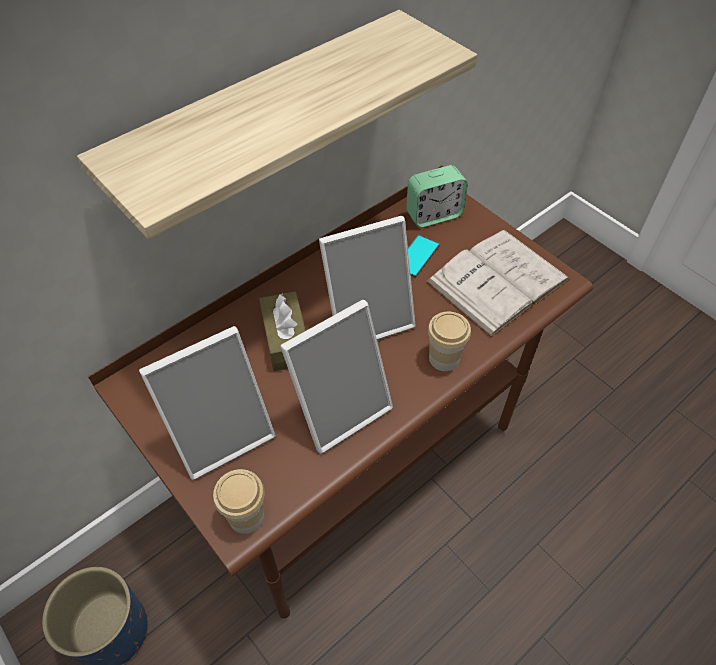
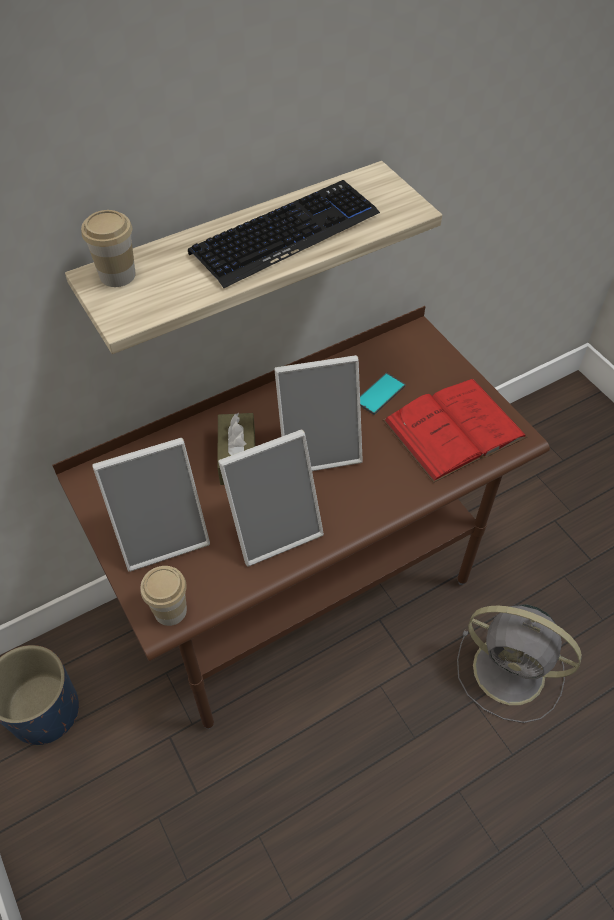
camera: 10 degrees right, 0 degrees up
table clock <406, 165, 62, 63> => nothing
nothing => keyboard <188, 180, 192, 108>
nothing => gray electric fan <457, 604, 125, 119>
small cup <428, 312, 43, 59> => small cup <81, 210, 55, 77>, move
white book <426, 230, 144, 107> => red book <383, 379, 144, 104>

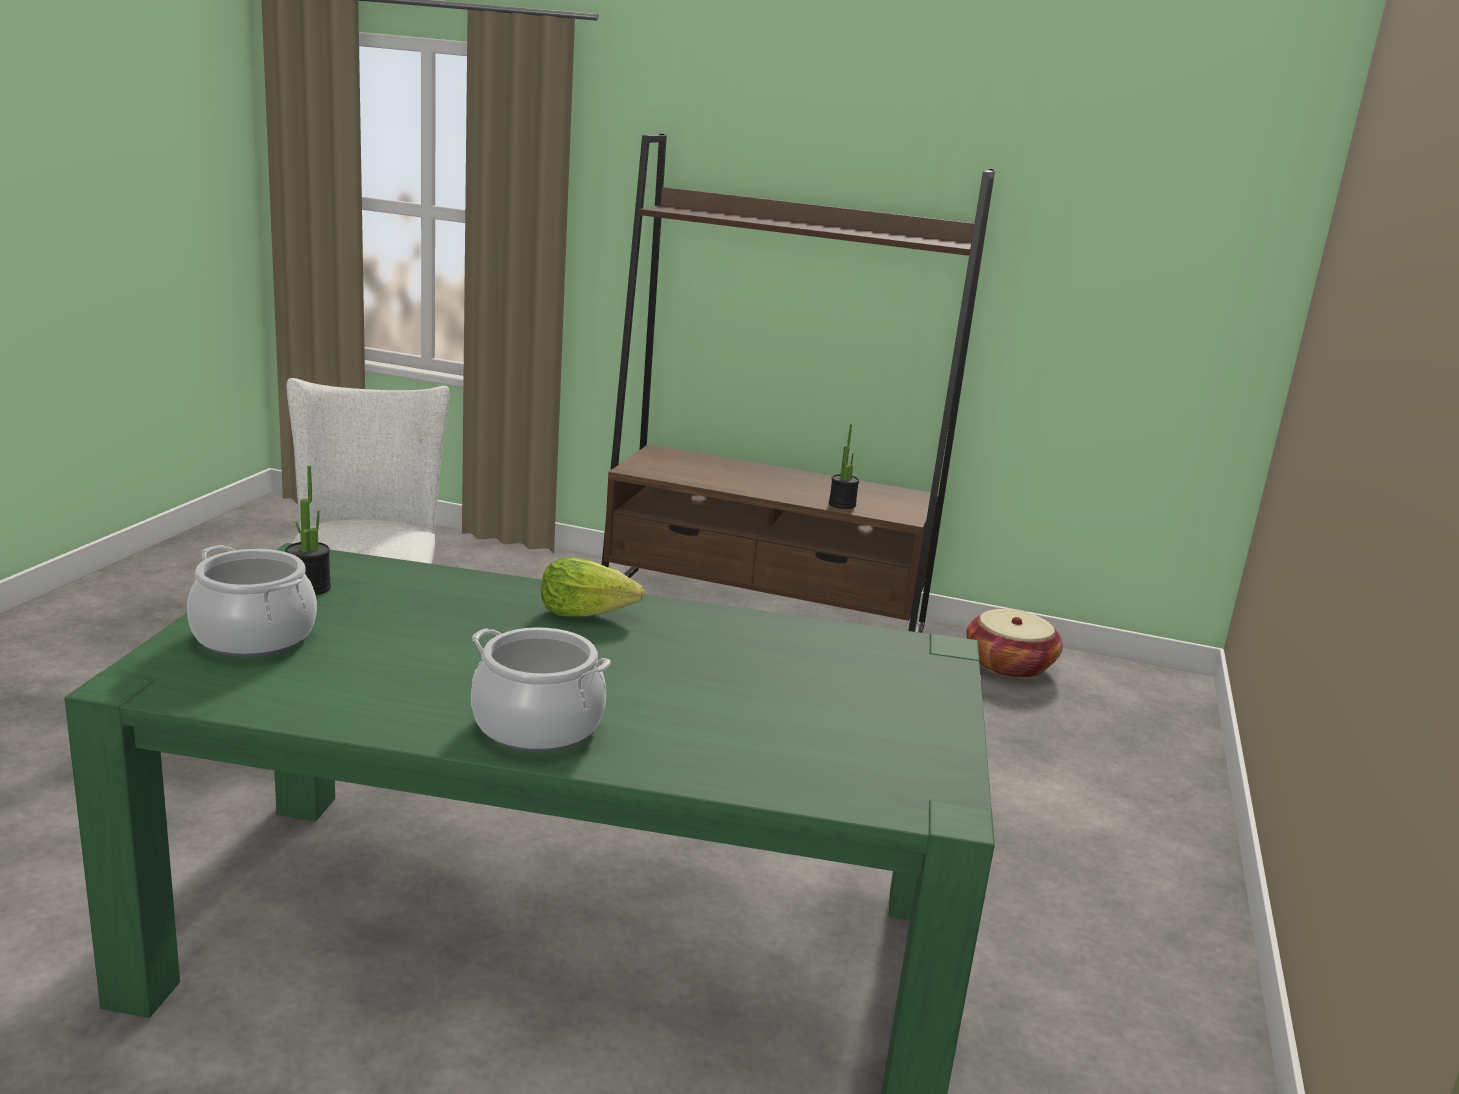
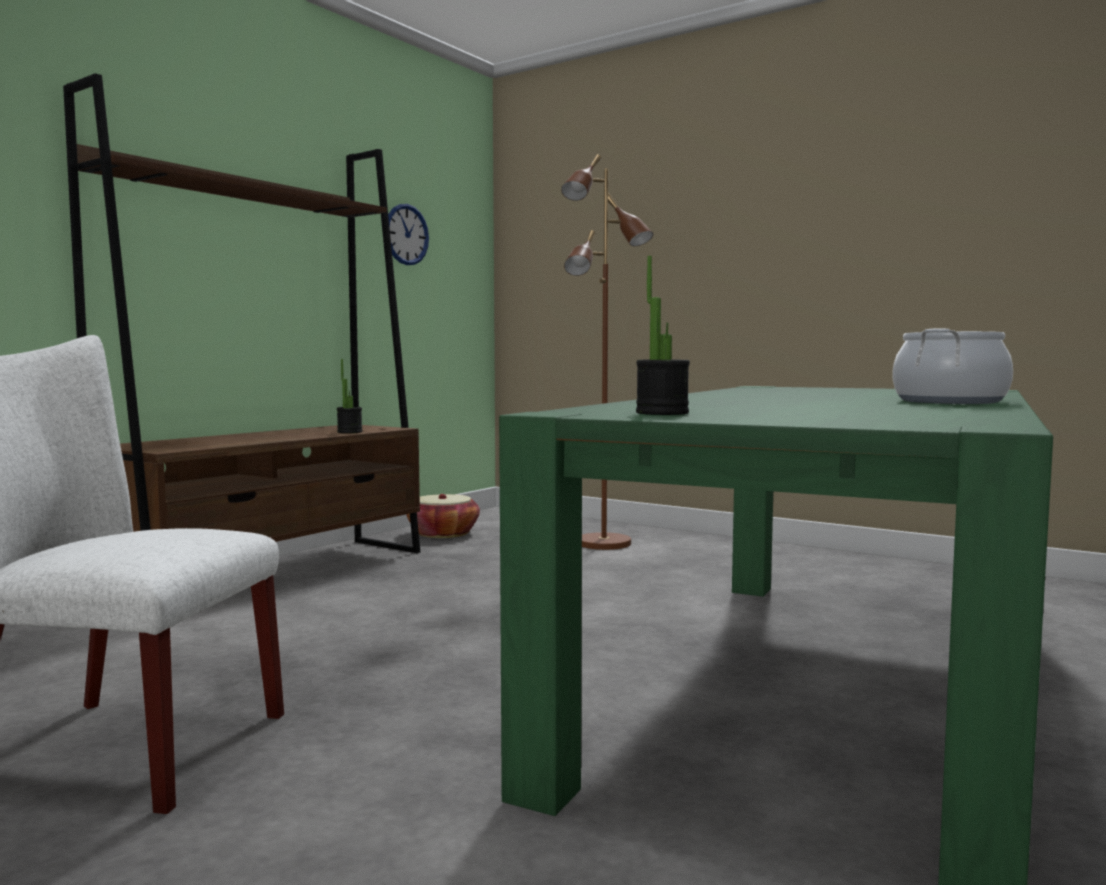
camera: 70 degrees left, 15 degrees down
cooking pot <187, 545, 130, 112> => nothing
lettuce head <541, 557, 103, 60> => nothing
nothing => wall clock <388, 204, 41, 61>
nothing => brown-coloured floor lamp <561, 154, 92, 396>

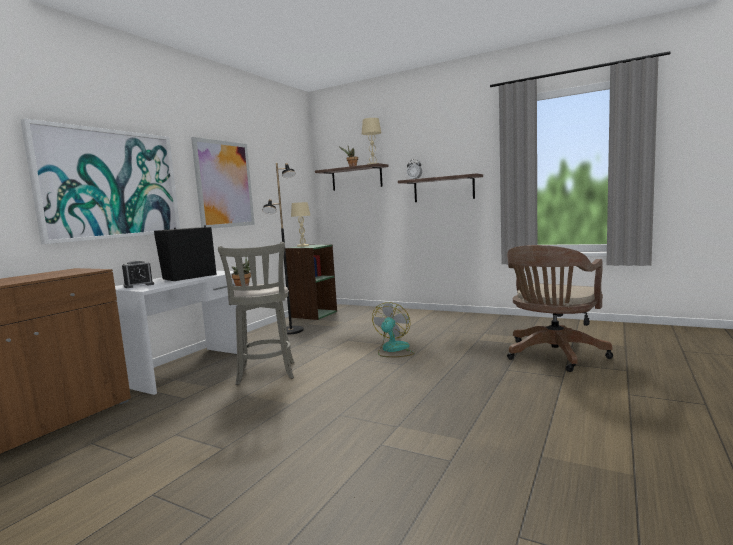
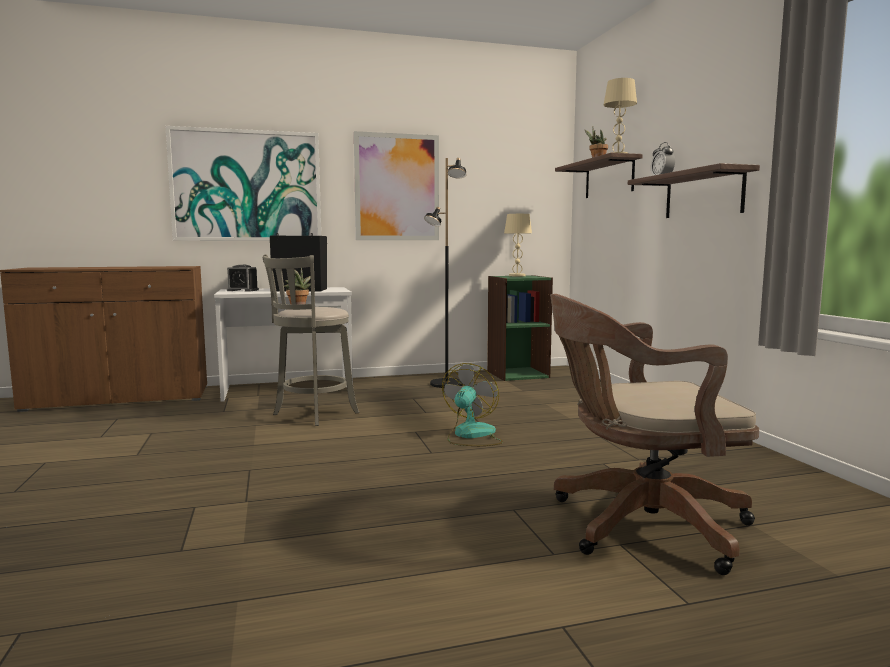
camera: 45 degrees right, 0 degrees up
electric fan <372, 302, 43, 55> => electric fan <442, 363, 61, 83>, 45 degrees counterclockwise

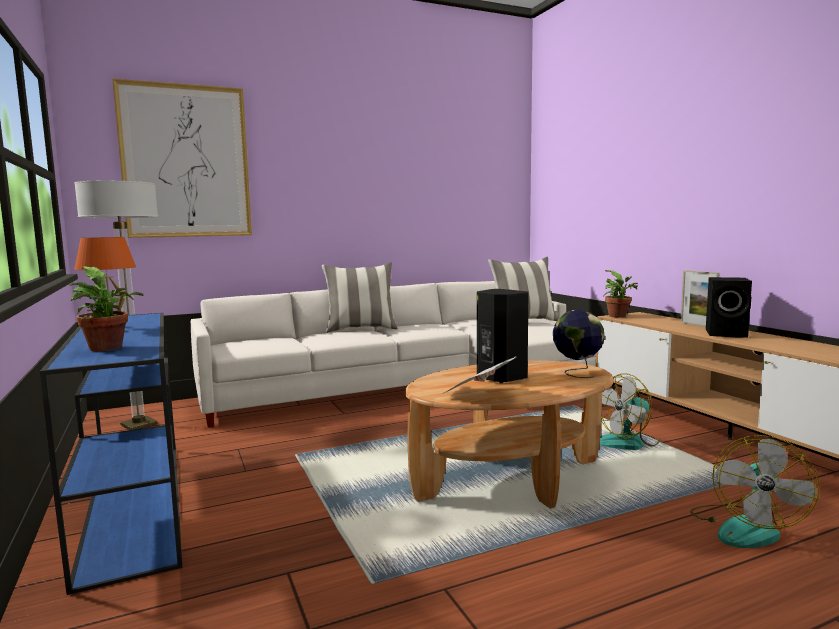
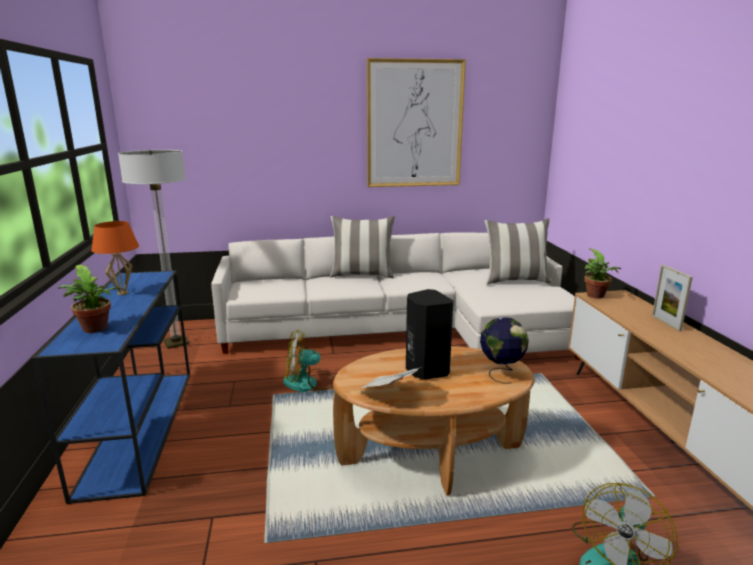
camera: 15 degrees right, 10 degrees up
blackish loudspeaker <706, 277, 46, 61> => nothing
picture <112, 78, 140, 160> => picture <367, 58, 99, 129>, move
electric fan <599, 374, 60, 76> => electric fan <283, 330, 51, 62>, move

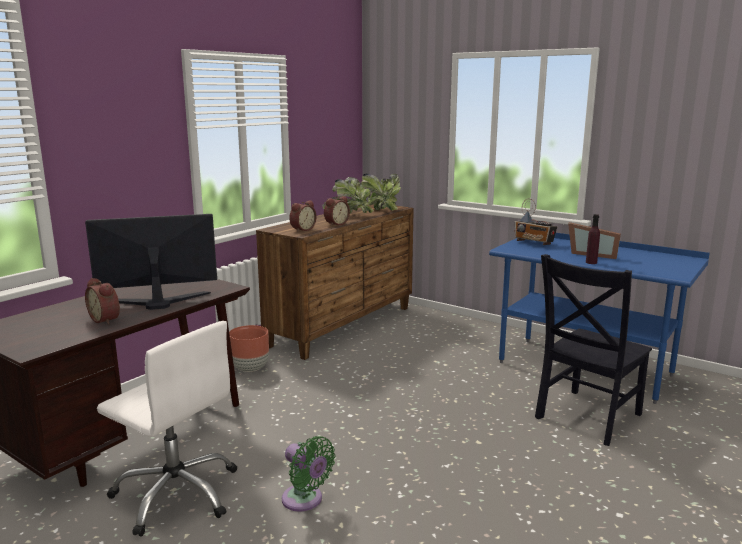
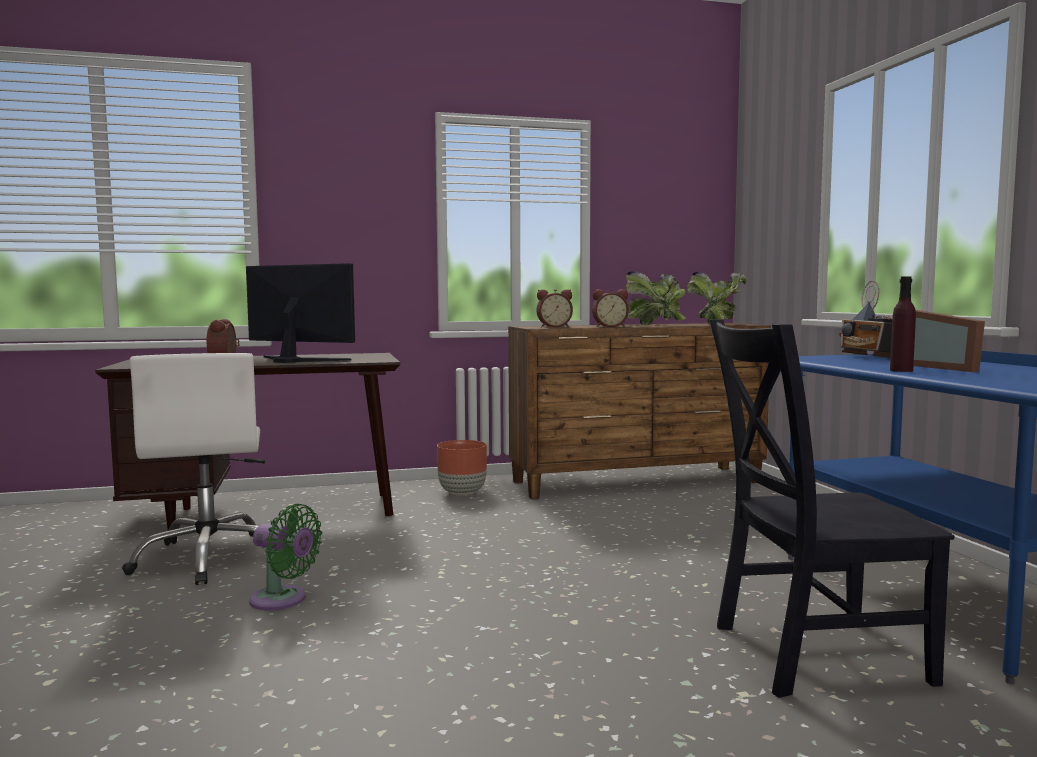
camera: 40 degrees right, 10 degrees down
green electric fan <282, 436, 54, 76> => green electric fan <249, 503, 73, 107>, 60 degrees counterclockwise

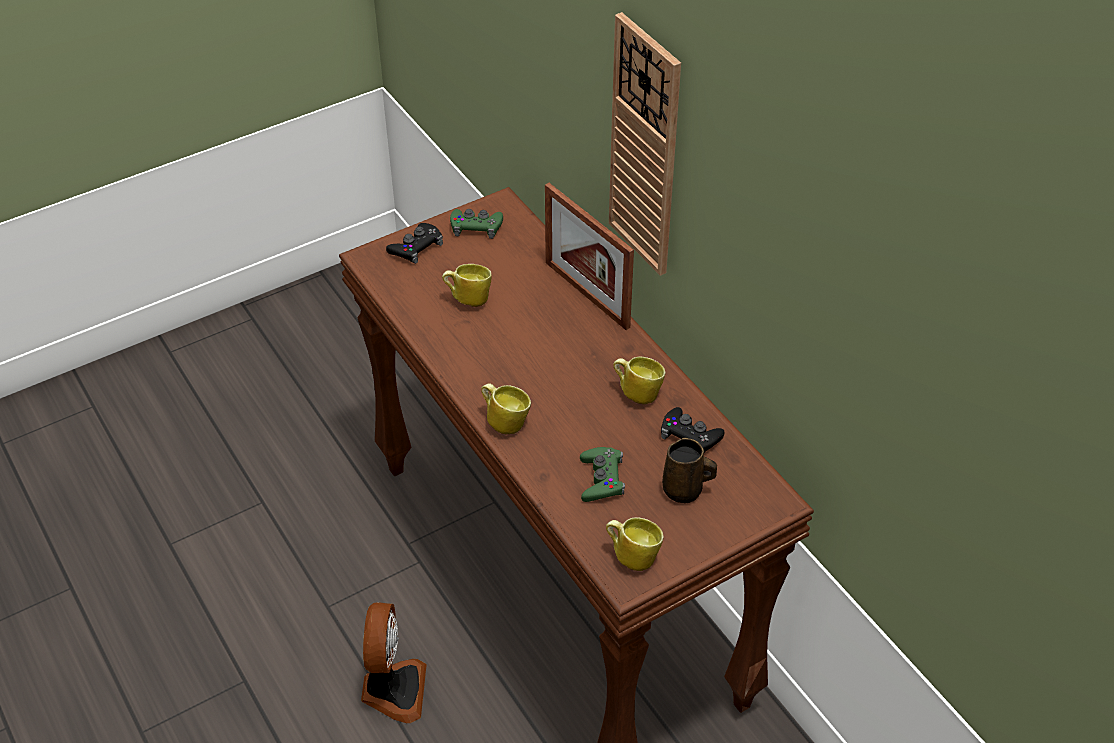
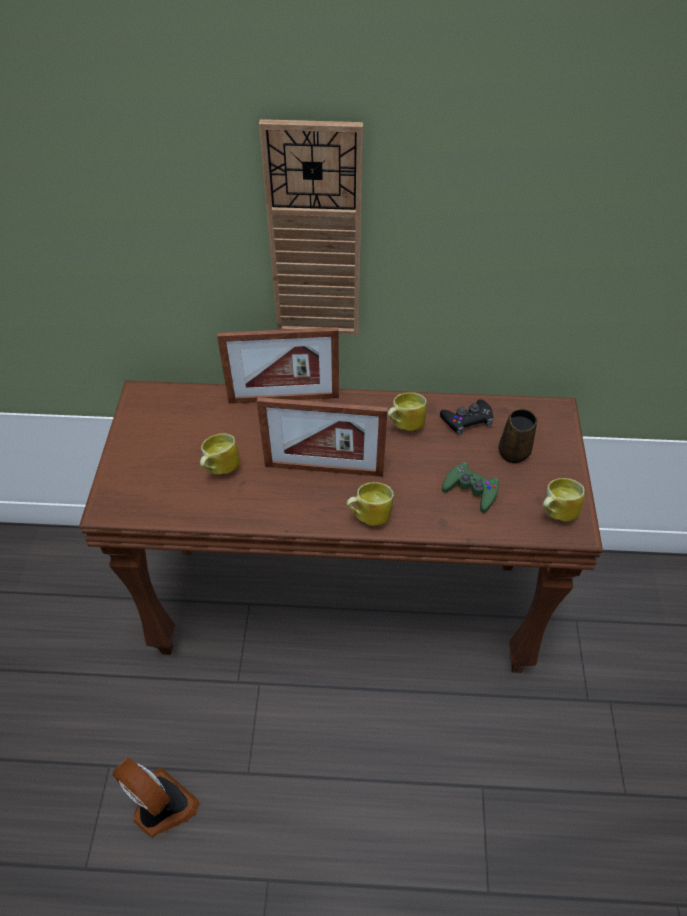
camera: 55 degrees left, 5 degrees up
blackish joypad <386, 223, 57, 41> => nothing
green joypad <450, 209, 53, 30> => nothing
nothing => picture frame <257, 397, 131, 80>
electric fan <361, 602, 66, 121> => electric fan <112, 757, 87, 80>, move

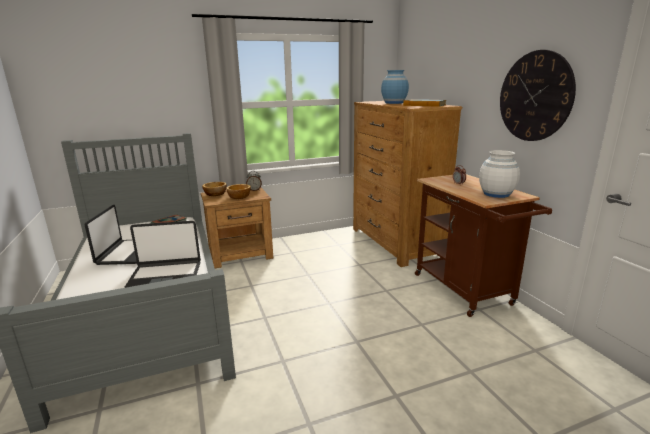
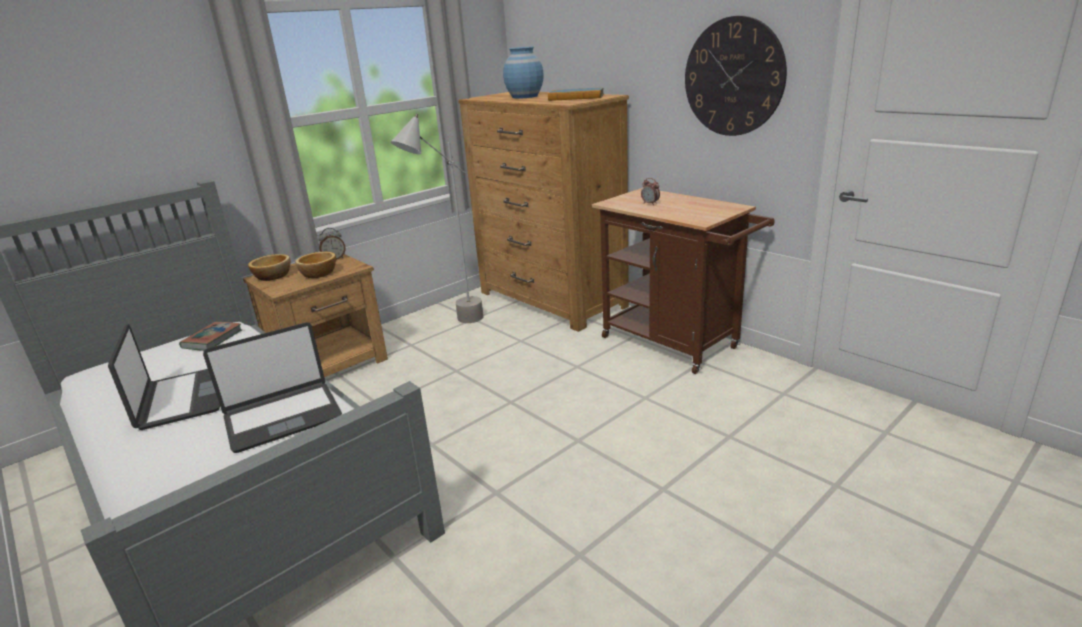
camera: 20 degrees left, 5 degrees up
white vase <479, 150, 41, 48> => nothing
nothing => gray floor lamp <391, 113, 93, 210>

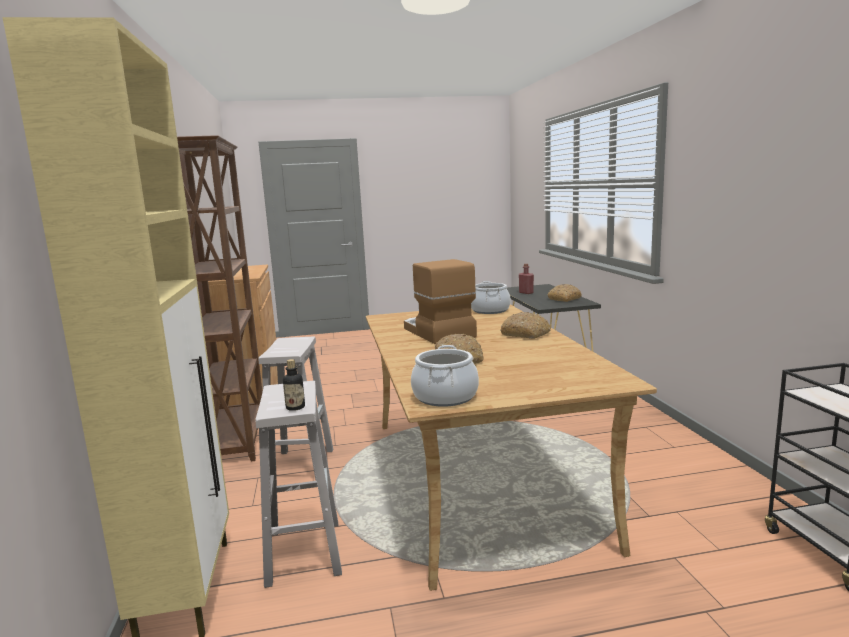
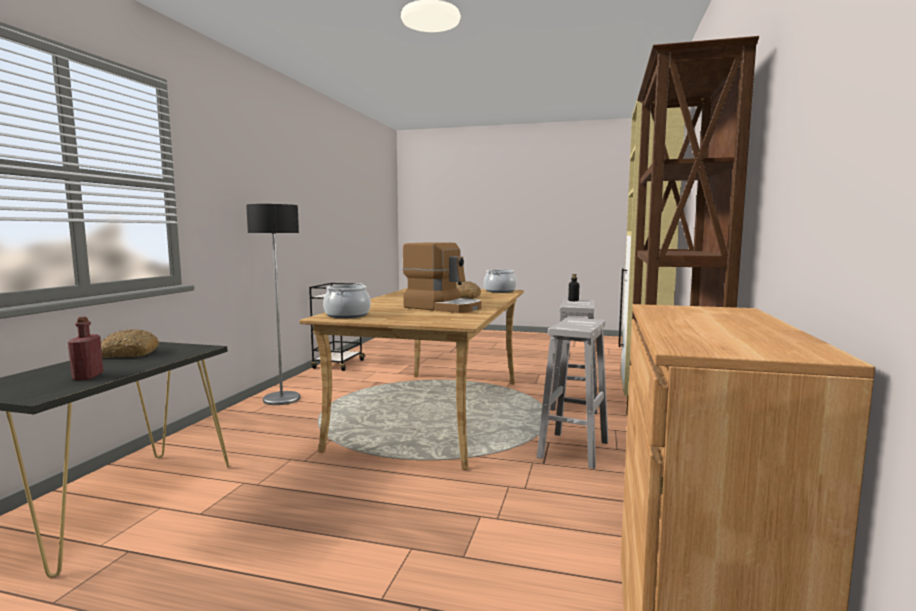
camera: 155 degrees left, 5 degrees down
bread <500, 312, 51, 27> => nothing
nothing => floor lamp <246, 204, 54, 201>
coffee brewer <404, 259, 73, 85> => coffee brewer <403, 242, 78, 71>, 60 degrees counterclockwise

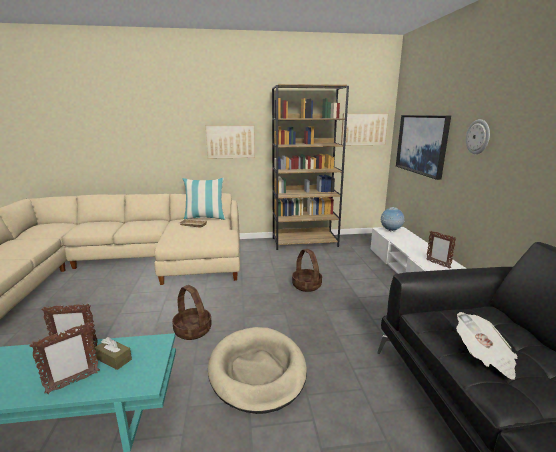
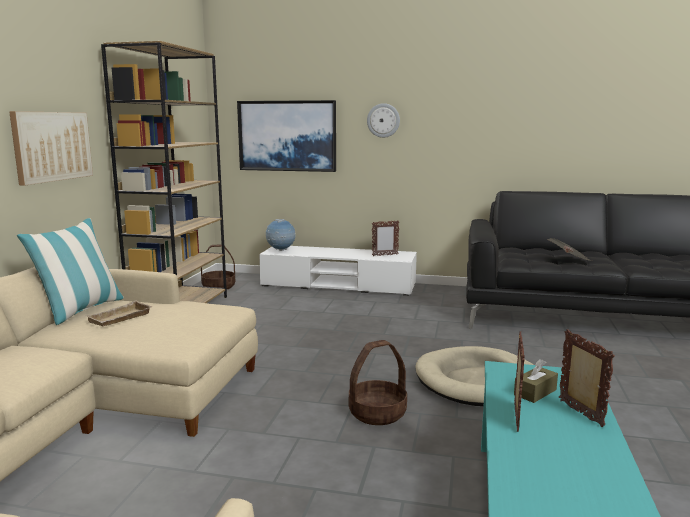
camera: 70 degrees left, 5 degrees down
picture <341, 113, 47, 32> => nothing
basket <292, 249, 30, 43> => basket <201, 244, 34, 45>, move

